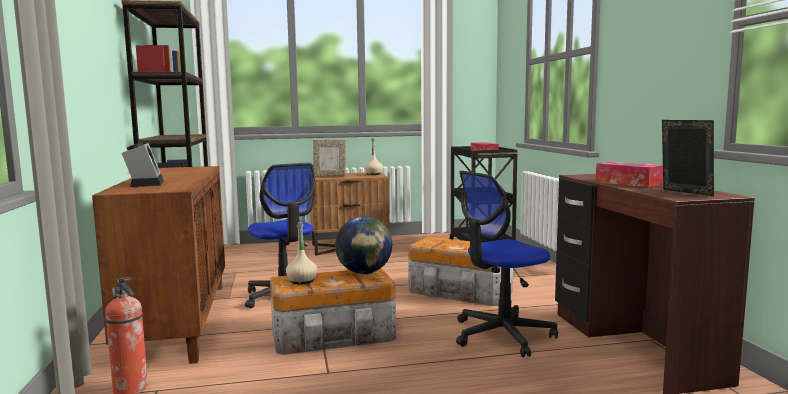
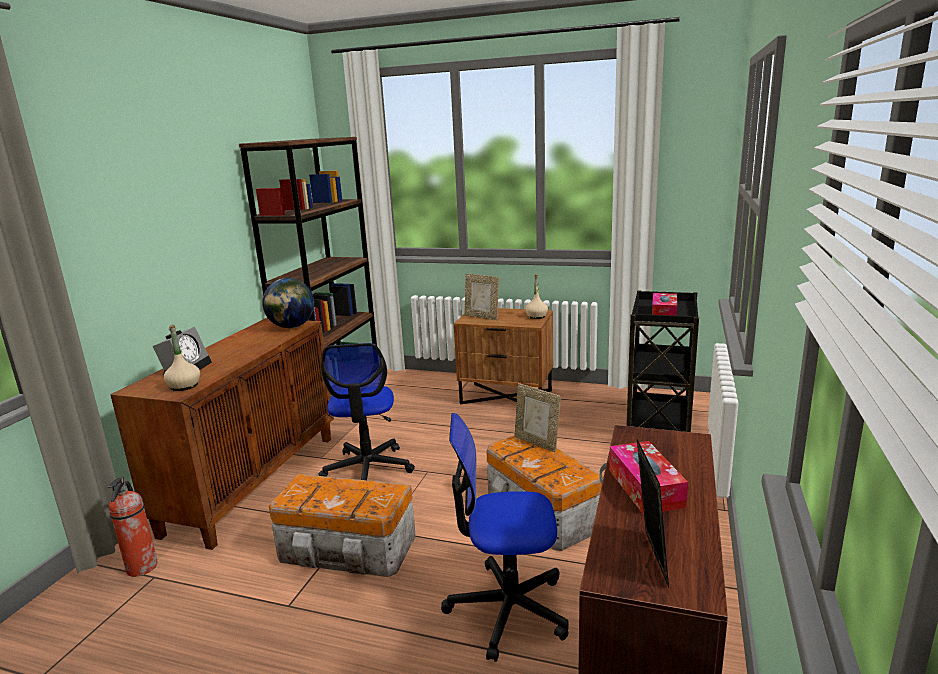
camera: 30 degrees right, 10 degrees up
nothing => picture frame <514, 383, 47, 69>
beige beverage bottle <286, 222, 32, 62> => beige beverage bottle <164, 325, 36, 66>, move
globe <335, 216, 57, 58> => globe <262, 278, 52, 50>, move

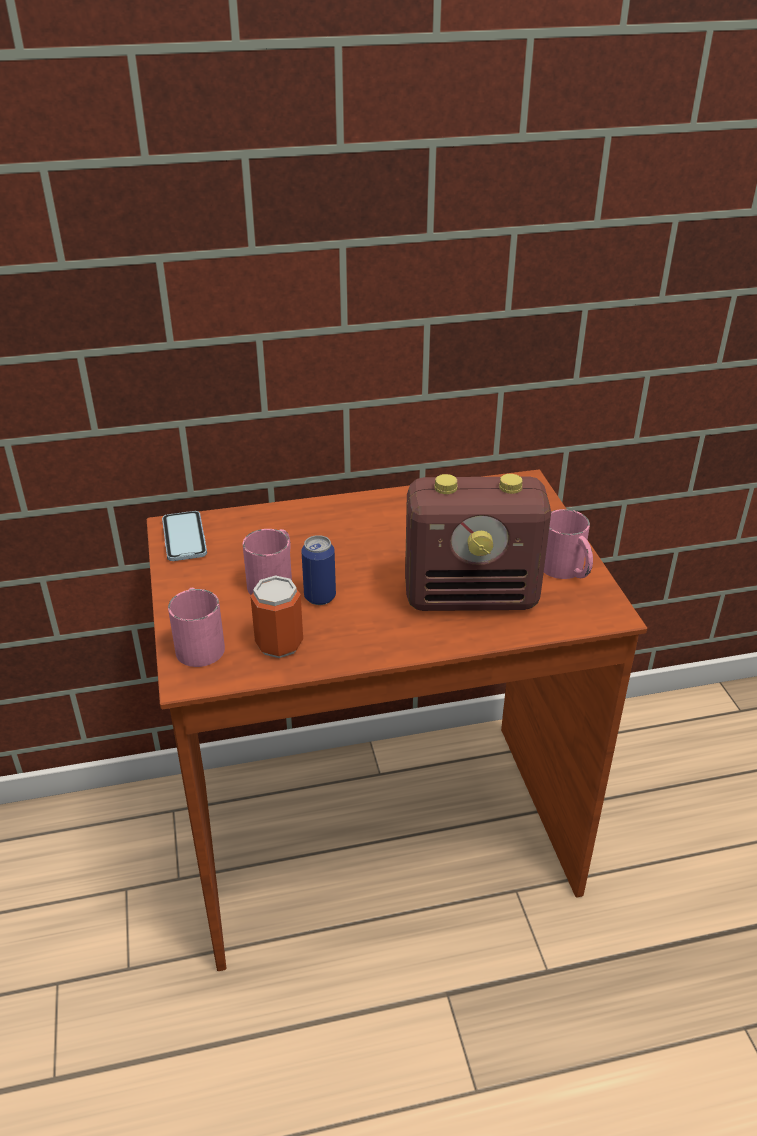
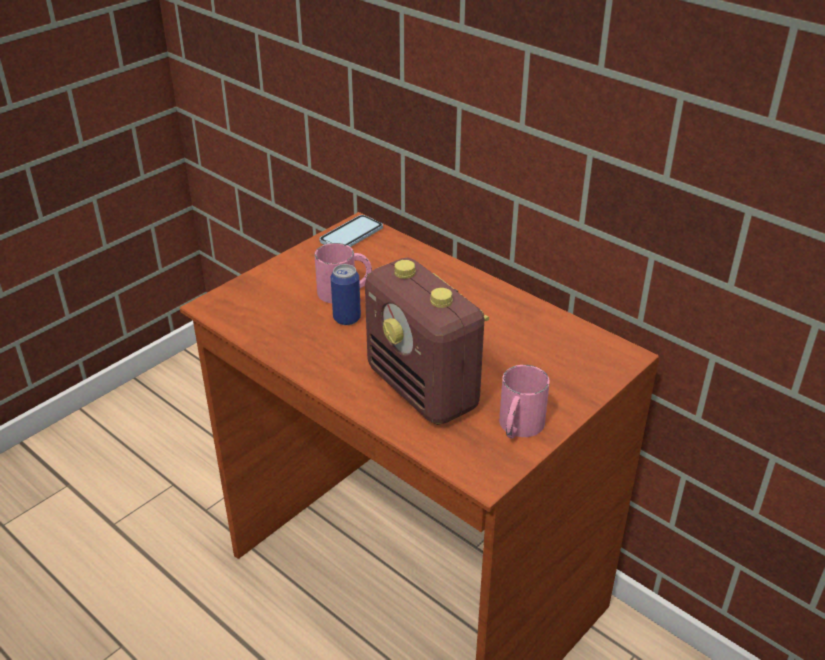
camera: 55 degrees right, 0 degrees up
pink mug <168, 588, 57, 79> => nothing
sealed can <250, 575, 53, 83> => nothing

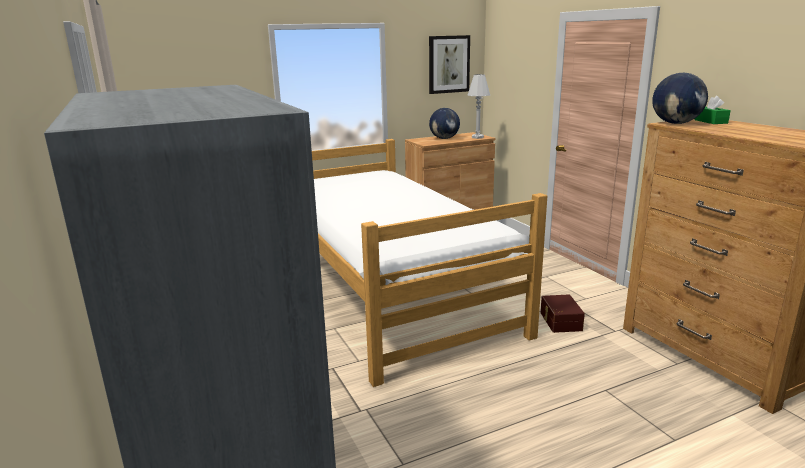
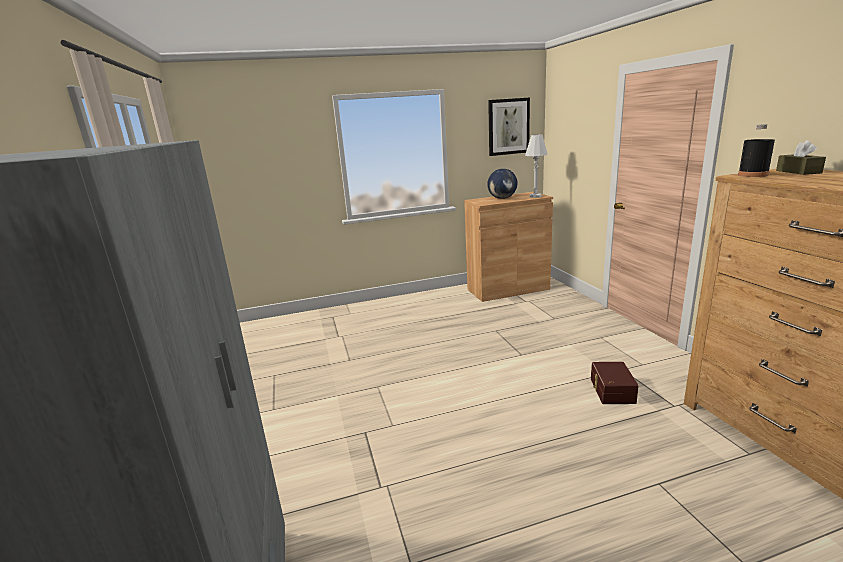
camera: 10 degrees right, 0 degrees up
sleeping bed <312, 139, 235, 248> => nothing
globe <652, 73, 56, 51> => blackish beverage bottle <738, 124, 37, 53>
green tissue box <694, 96, 37, 28> => brown-coloured tissue box <776, 140, 50, 35>

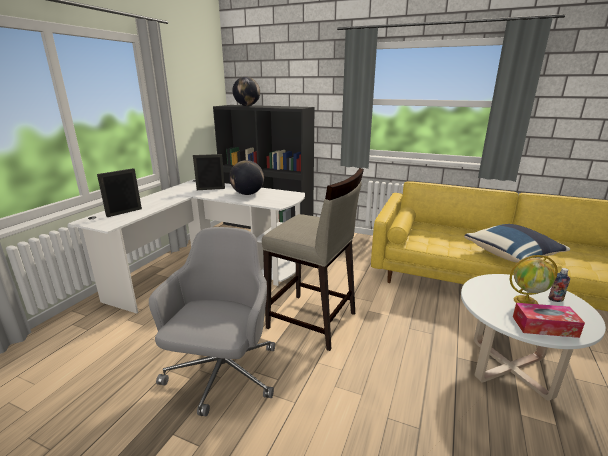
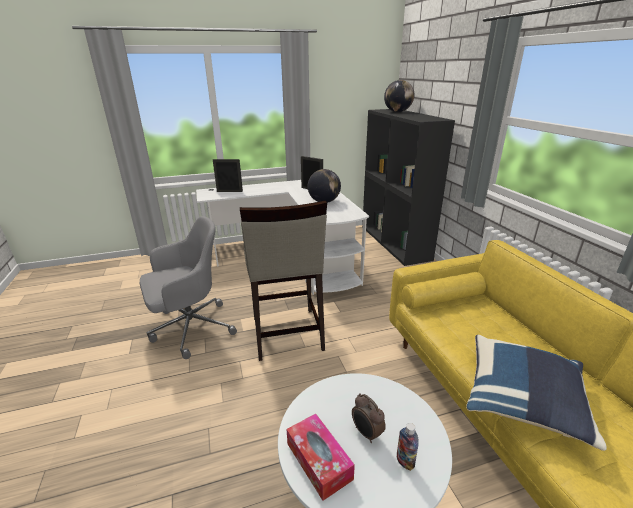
camera: 50 degrees right, 5 degrees up
globe <510, 255, 48, 49> => table clock <352, 393, 34, 50>

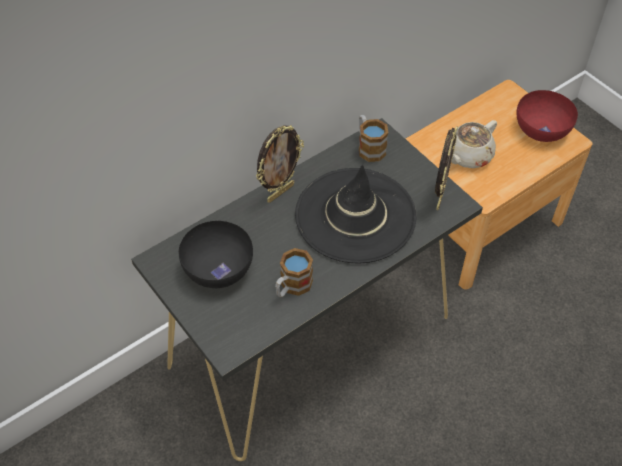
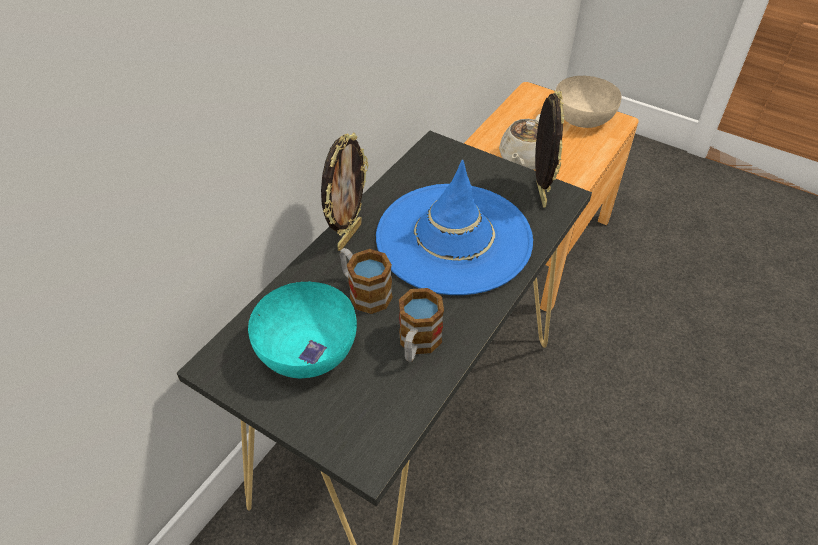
camera: 20 degrees left, 5 degrees down
mug <359, 115, 30, 47> => mug <340, 248, 53, 66>, move
blackish deep dish <179, 221, 74, 67> => turquoise deep dish <248, 282, 109, 96>
blackish clothing hat <295, 165, 122, 99> => blue clothing hat <376, 160, 157, 135>
red deep dish <517, 90, 61, 52> => beige deep dish <556, 76, 65, 52>

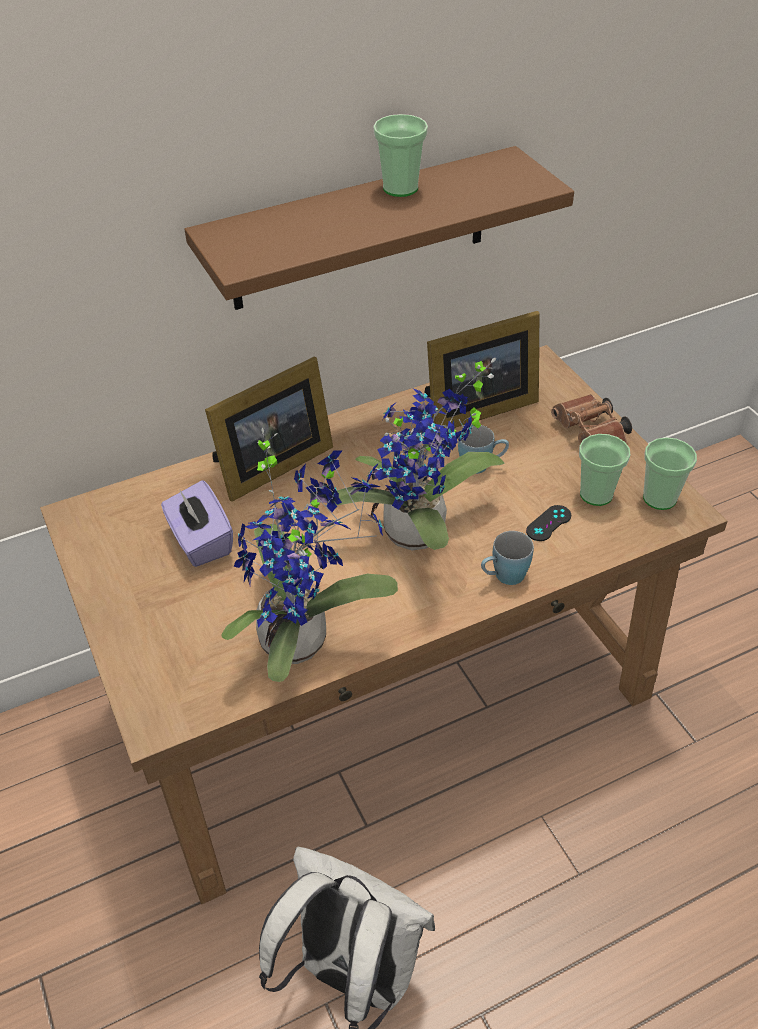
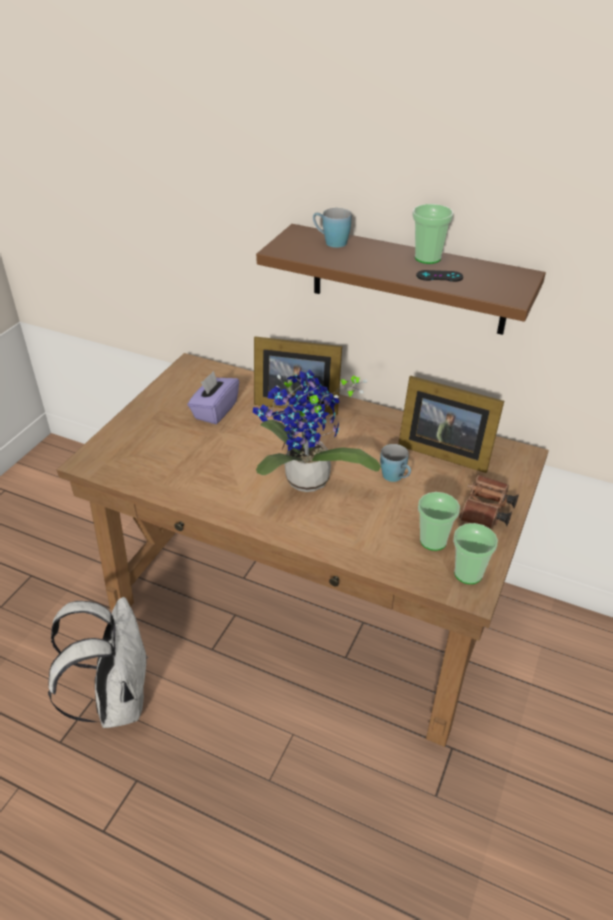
camera: 50 degrees right, 5 degrees down
houseplant <221, 427, 177, 255> => nothing
blue mug <481, 531, 53, 54> => blue mug <313, 208, 38, 40>, move
blackish joypad <526, 505, 45, 36> => blackish joypad <416, 270, 47, 12>, move

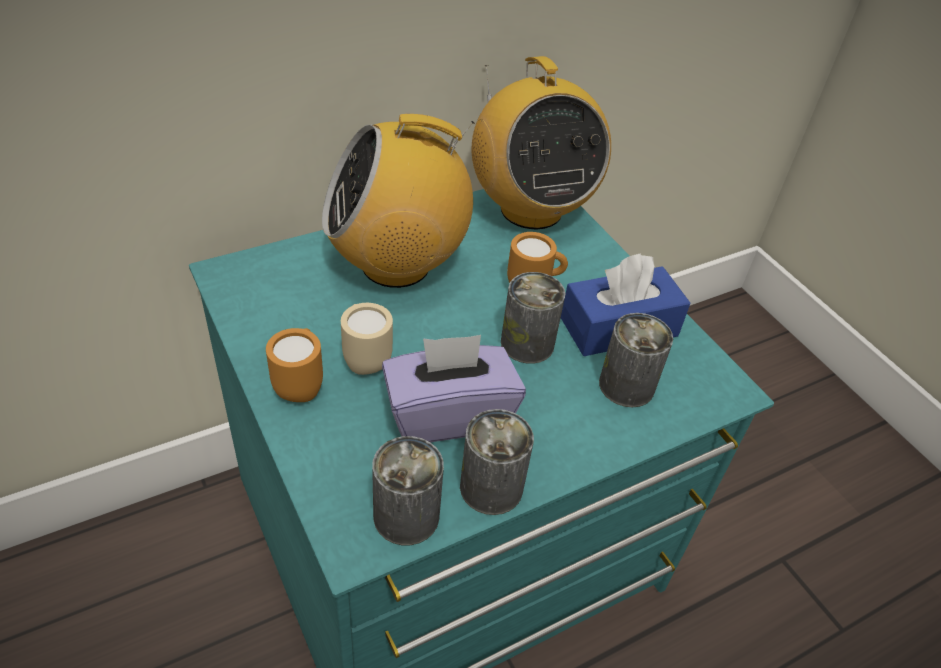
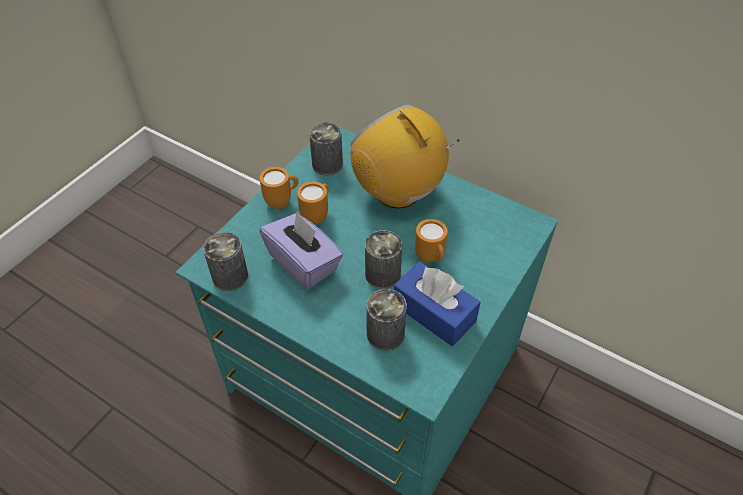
camera: 65 degrees right, 5 degrees up
radio <472, 56, 139, 173> => nothing
sealed can <460, 409, 74, 106> => sealed can <309, 123, 34, 52>, move
beige mug <341, 303, 52, 72> => orange-coloured mug <297, 181, 32, 43>

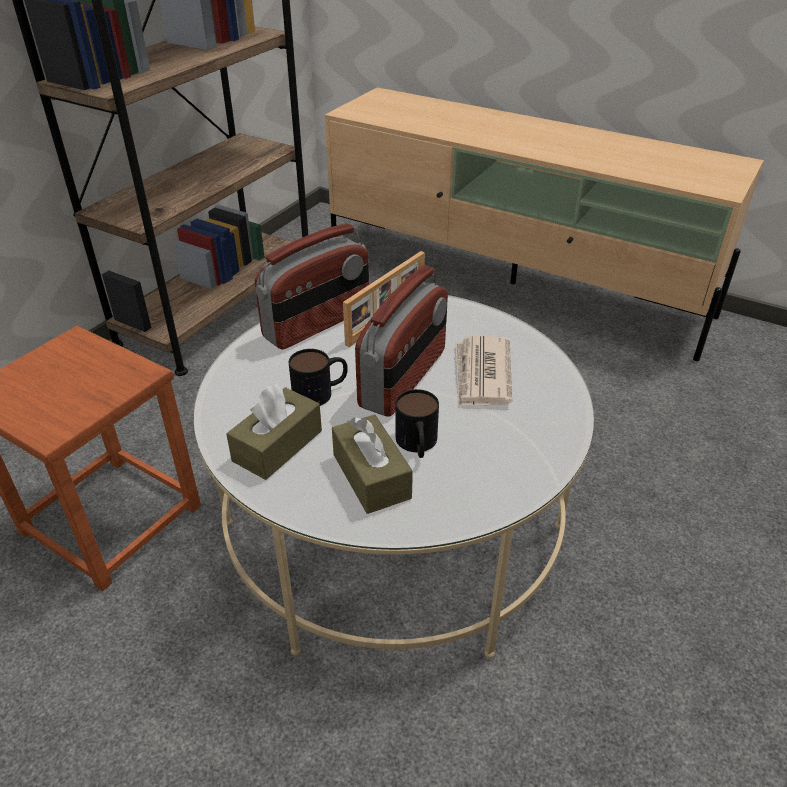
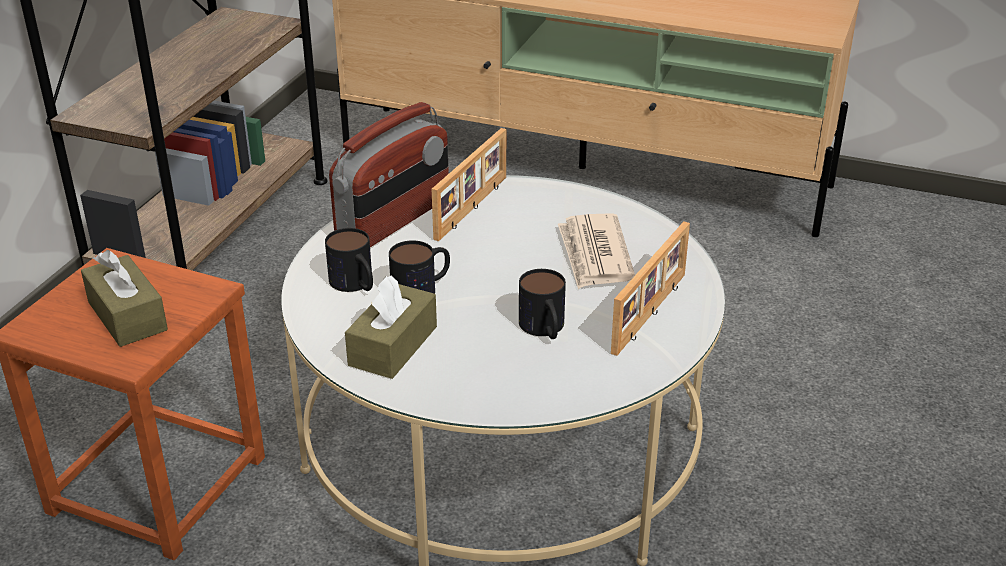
camera: 10 degrees left, 5 degrees down
radio <355, 266, 93, 151> => nothing
nothing => mug <325, 228, 48, 64>
nothing => picture frame <611, 221, 79, 135>
brown-coloured tissue box <332, 415, 81, 99> => brown-coloured tissue box <81, 250, 87, 97>, move

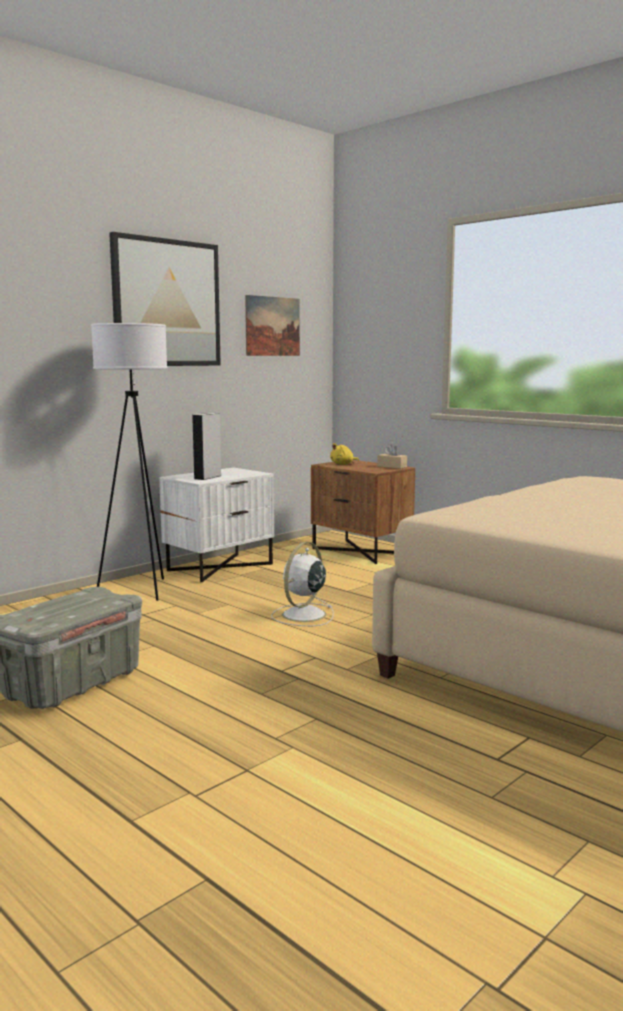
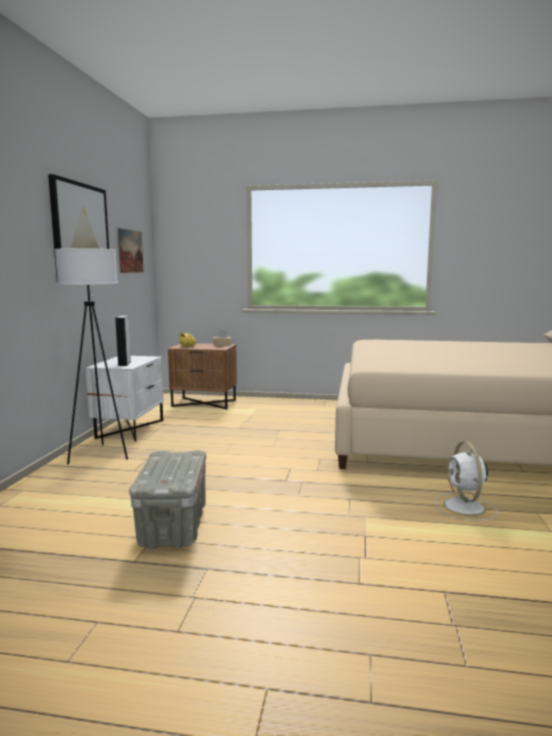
camera: 35 degrees left, 0 degrees up
white electric fan <271, 542, 63, 84> => white electric fan <435, 442, 63, 79>, move

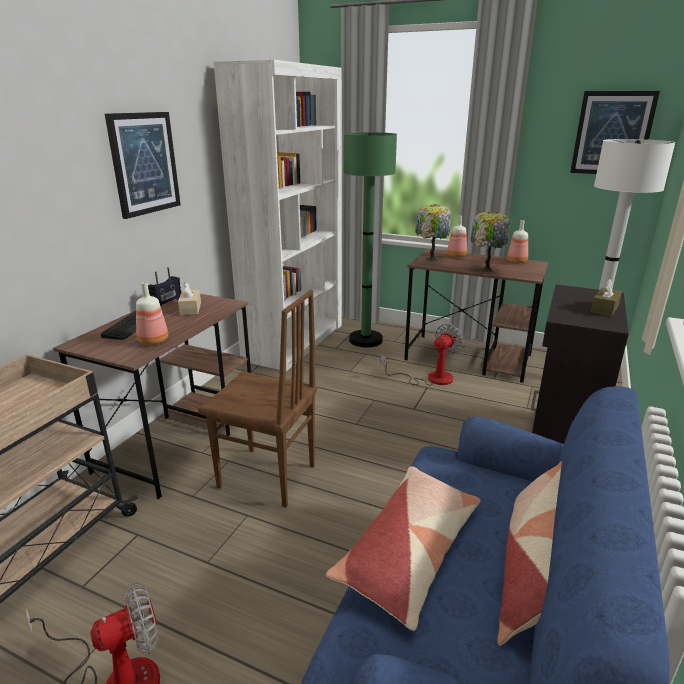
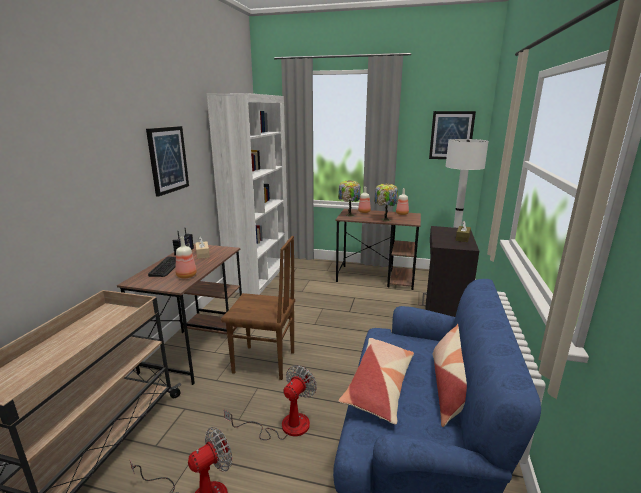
camera: 10 degrees left, 5 degrees down
green floor lamp <343, 132, 54, 215> => nothing
electric fan <381, 324, 83, 62> => electric fan <224, 365, 93, 75>, move

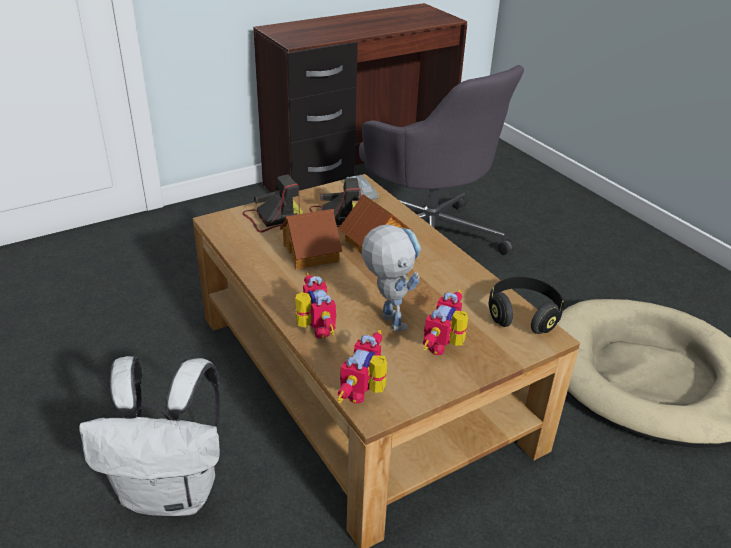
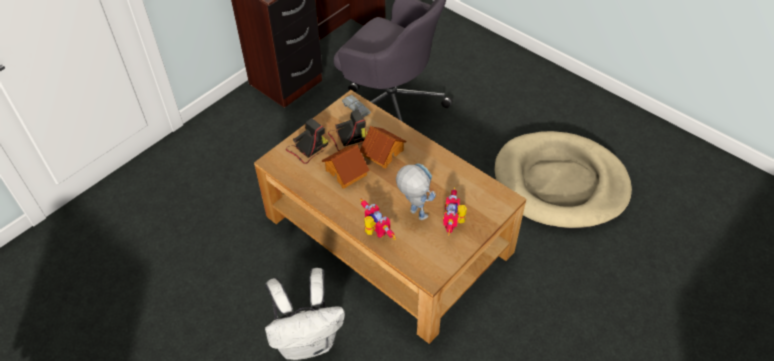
camera: 15 degrees left, 15 degrees up
robot figure <338, 330, 49, 74> => nothing
blackish headset <488, 277, 76, 57> => nothing

